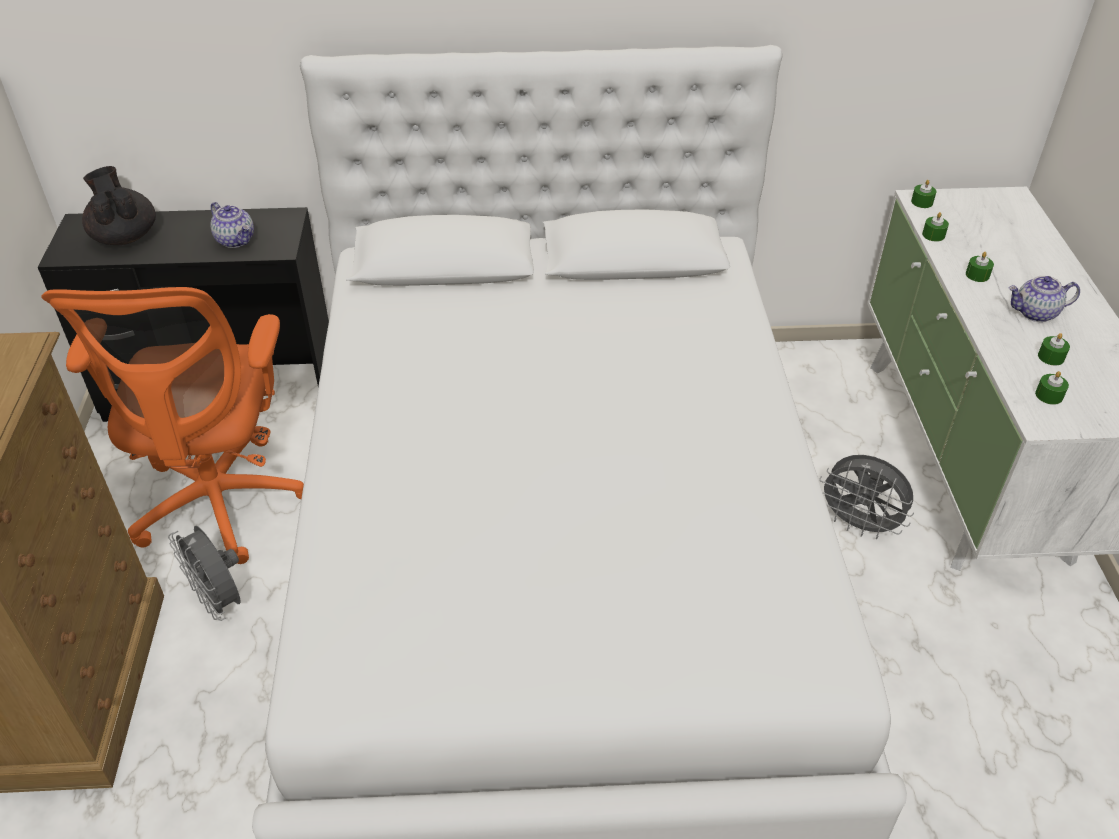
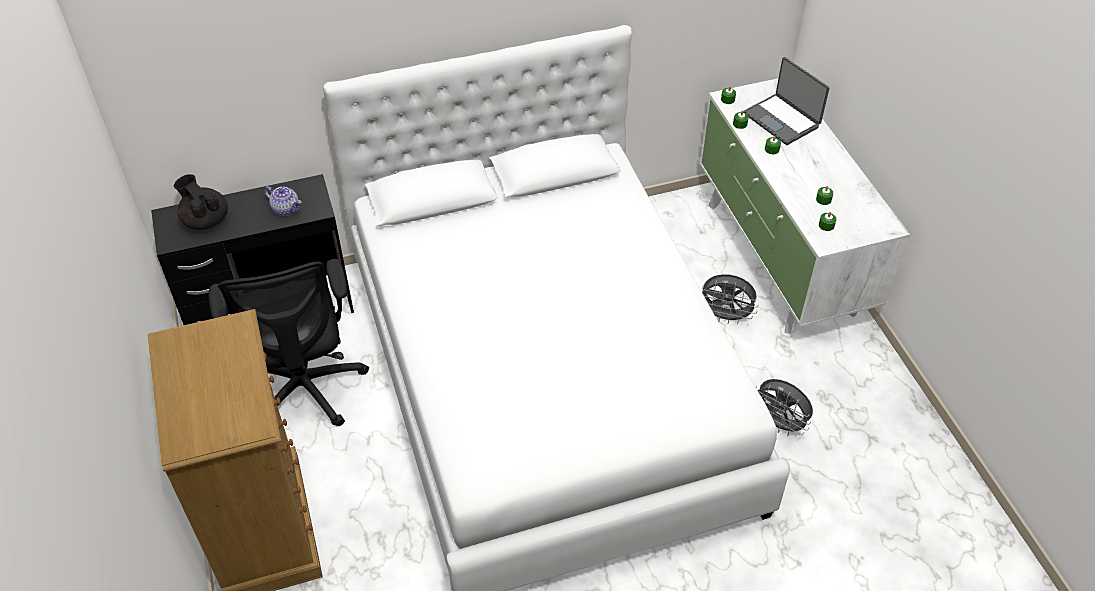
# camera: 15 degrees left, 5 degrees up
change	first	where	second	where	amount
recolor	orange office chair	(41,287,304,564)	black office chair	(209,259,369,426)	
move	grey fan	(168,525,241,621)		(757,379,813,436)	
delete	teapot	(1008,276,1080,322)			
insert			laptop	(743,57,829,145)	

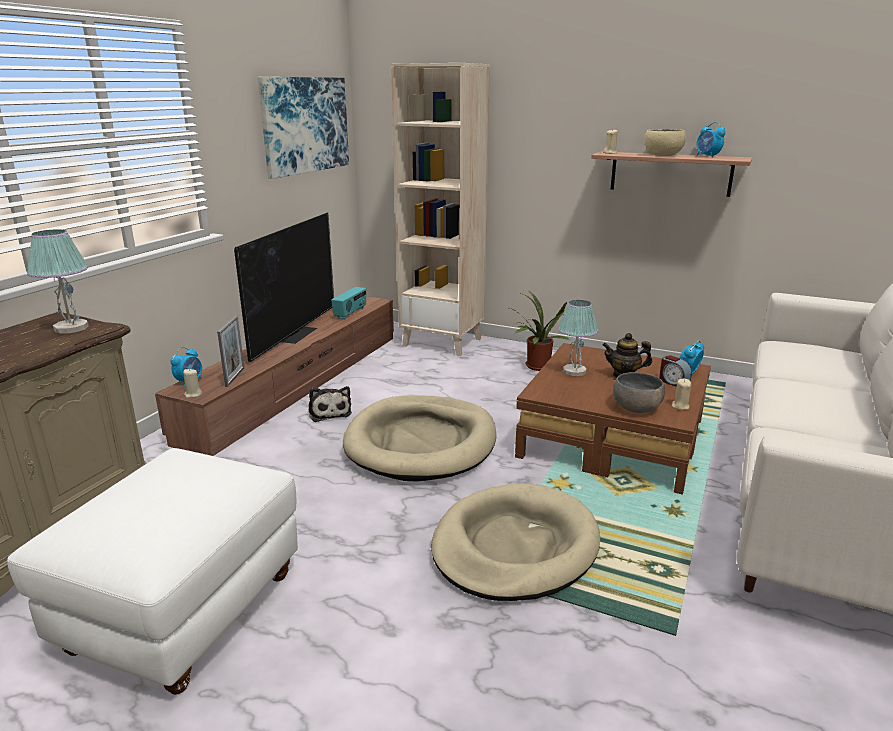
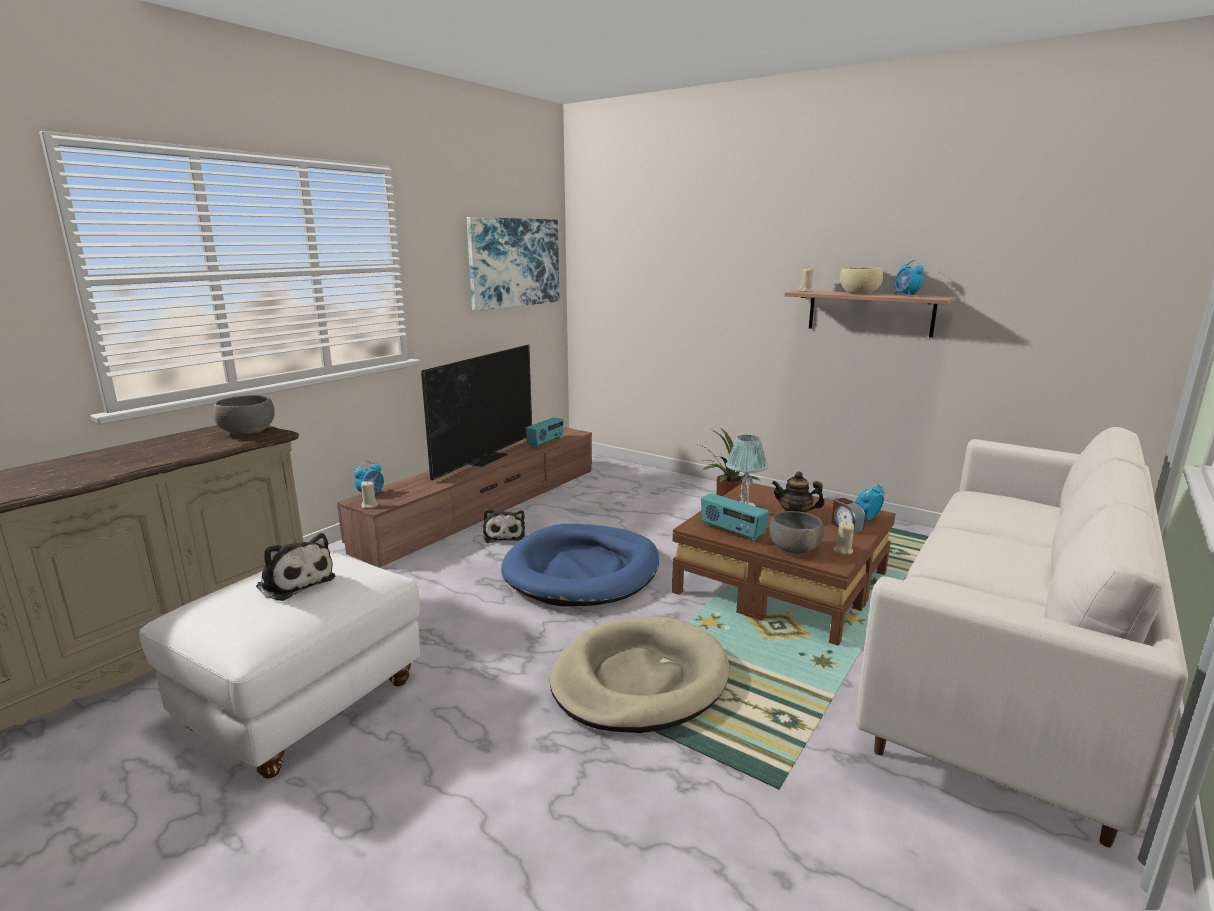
# camera: 10 degrees right, 5 degrees down
change	first	where	second	where	amount
replace	table lamp	(27,229,89,334)	grey bowl	(213,395,275,435)	
delete	picture frame	(217,316,244,387)			
recolor	beige dog bed	(343,395,496,481)	blue dog bed	(501,524,659,606)	
delete	beige bookcase	(391,63,490,356)			
insert			plush toy	(256,533,335,601)	
insert			radio	(701,493,769,542)	

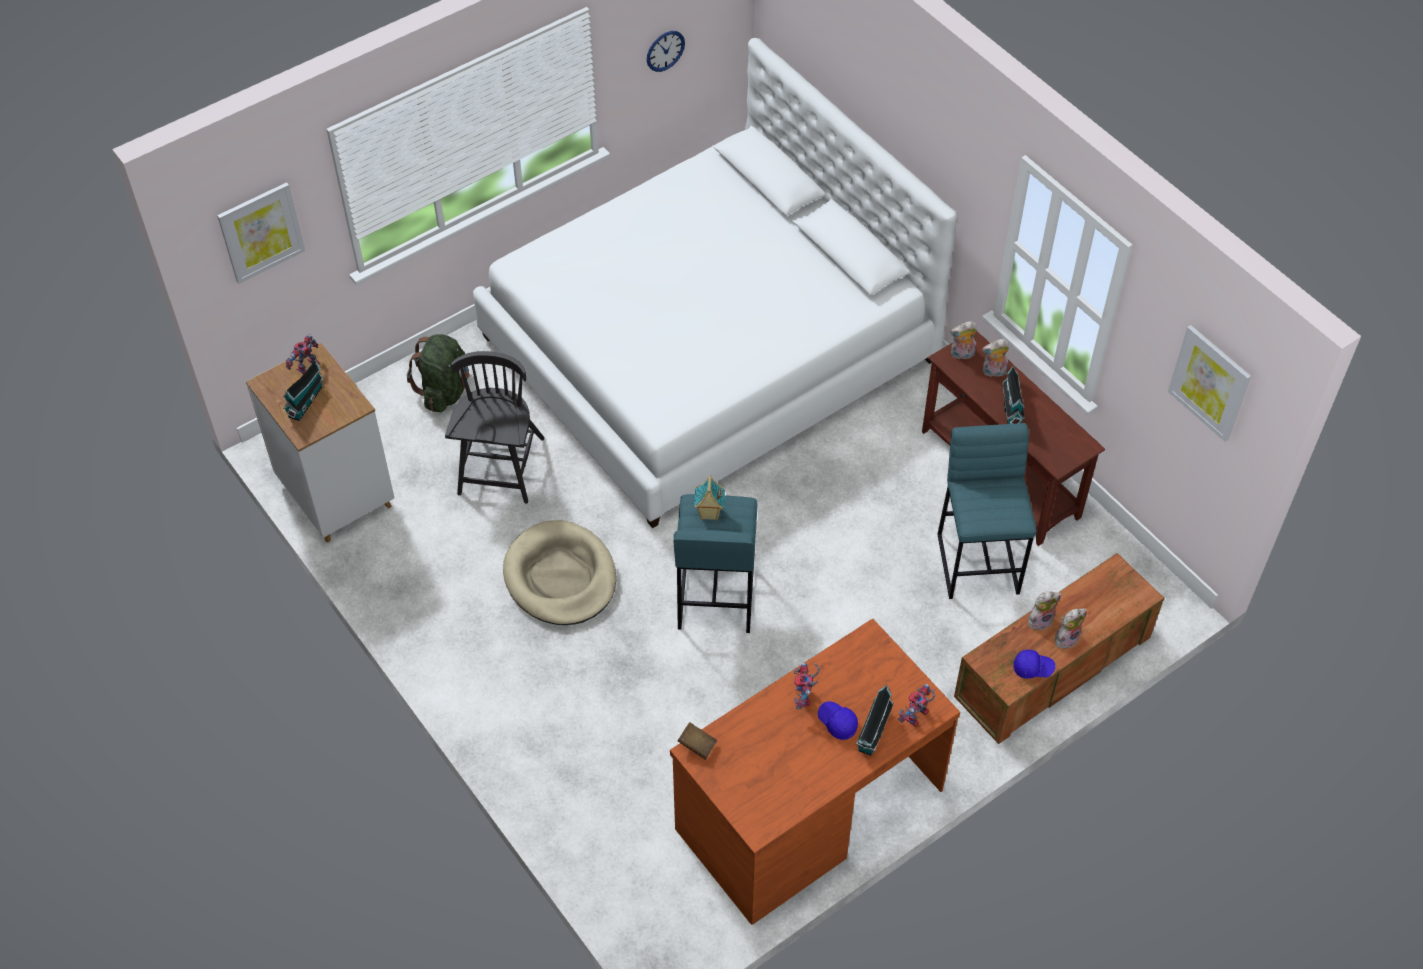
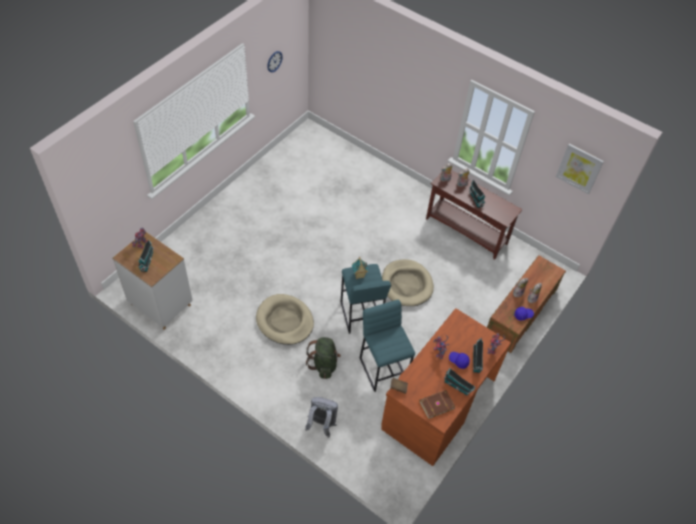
# camera: 20 degrees left, 0 degrees up
change	first	where	second	where	amount
delete	picture	(217,182,305,284)			
move	green backpack	(407,334,470,412)		(306,337,341,379)	
delete	black chair	(445,351,545,504)			
delete	white bed	(473,38,958,528)			
move	turquoise stool	(937,423,1037,599)		(360,300,415,392)	
insert			grey backpack	(305,397,338,438)	
insert			beige dog bed	(382,259,434,306)	
insert			brown book	(419,390,455,419)	
insert			toy house	(444,368,476,396)	

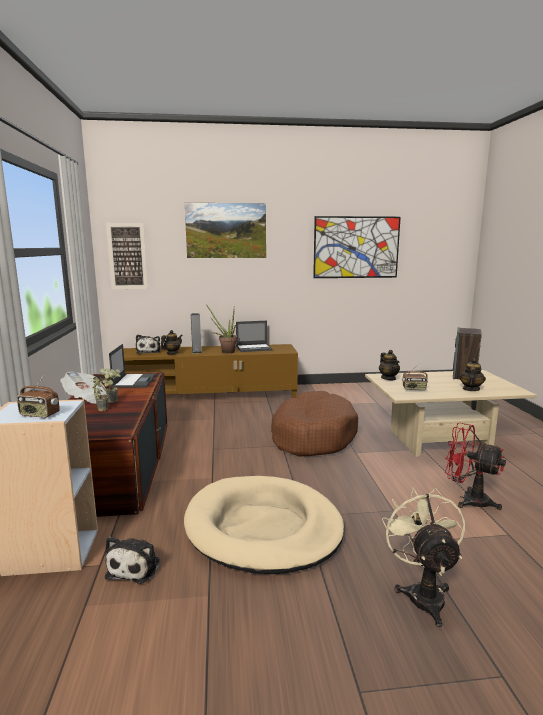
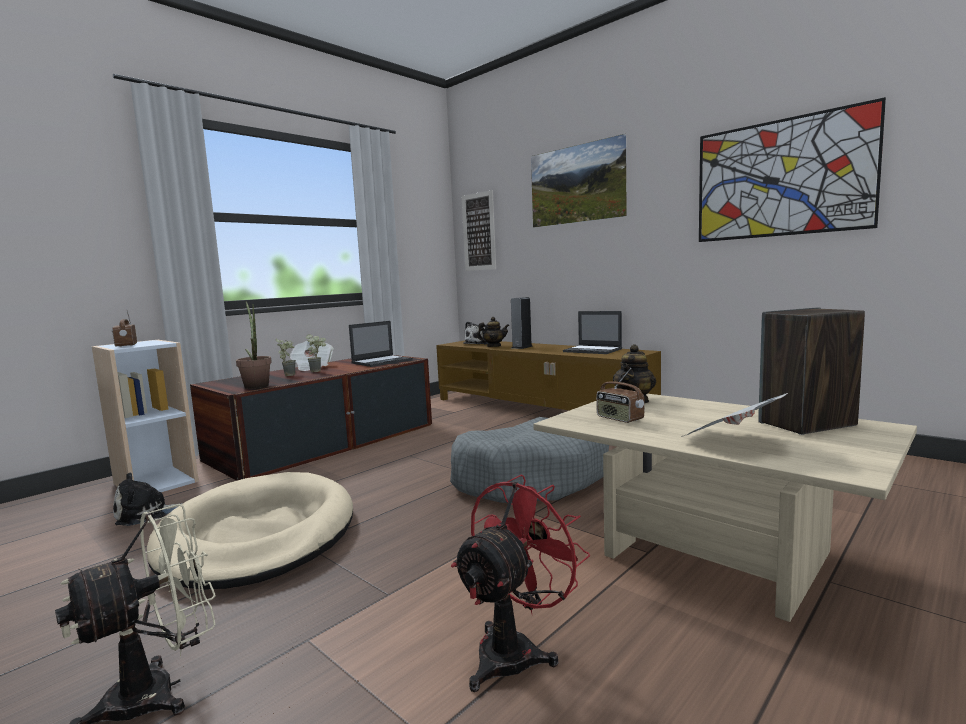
# camera: 50 degrees right, 5 degrees down
change	first	where	second	where	amount
move	potted plant	(206,304,237,353)		(236,301,272,389)	
recolor	brown dog bed	(271,391,358,456)	grey dog bed	(450,413,609,503)	
rotate	red fan	(445,423,506,510)		(451,475,590,692)	45 degrees clockwise
replace	teapot	(459,358,486,391)	newspaper	(681,393,788,437)	

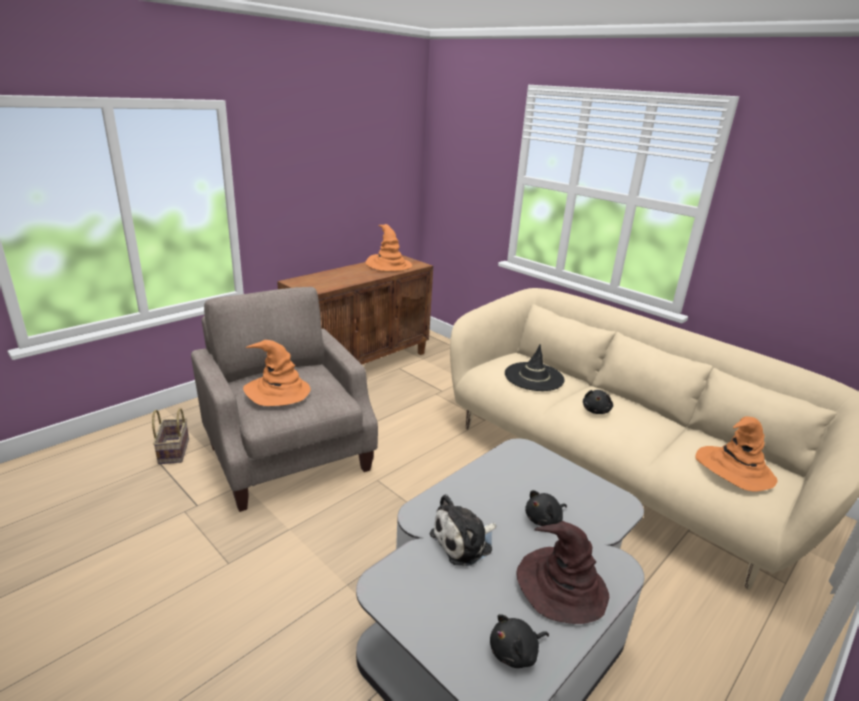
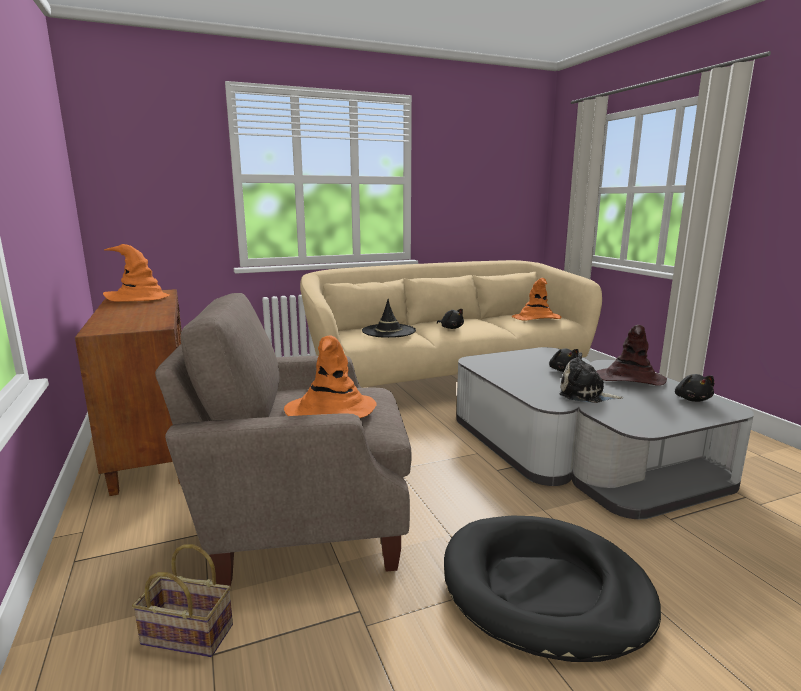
# camera: 65 degrees left, 10 degrees down
change	first	where	second	where	amount
rotate	plush toy	(430,494,496,566)		(560,352,623,403)	120 degrees clockwise
insert			black dog bed	(444,516,661,662)	

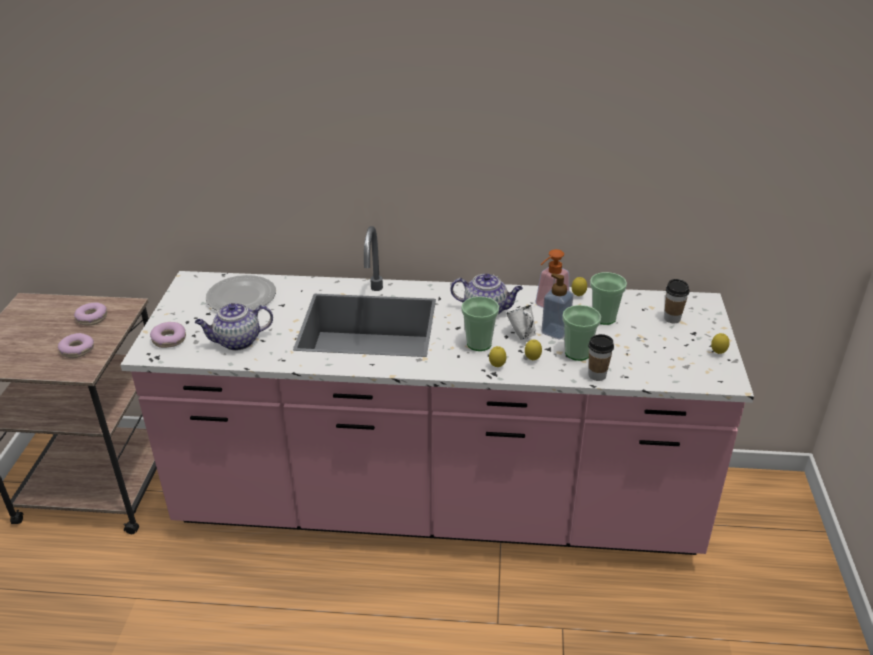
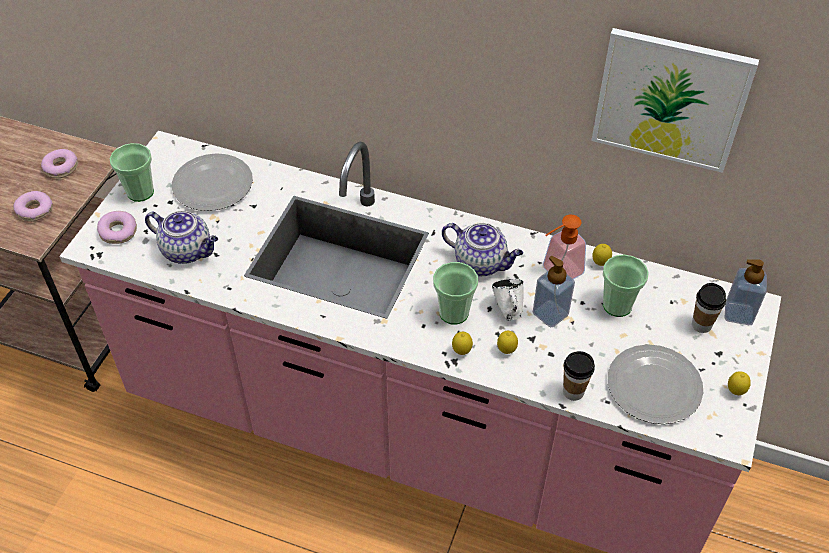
# camera: 15 degrees right, 15 degrees up
change	first	where	second	where	amount
rotate	teapot	(195,303,273,351)		(145,211,218,264)	150 degrees counterclockwise
move	cup	(562,305,601,361)		(110,143,154,202)	
insert			picture	(591,28,759,173)	
insert			plate	(608,344,704,424)	
insert			soap dispenser	(725,259,767,325)	

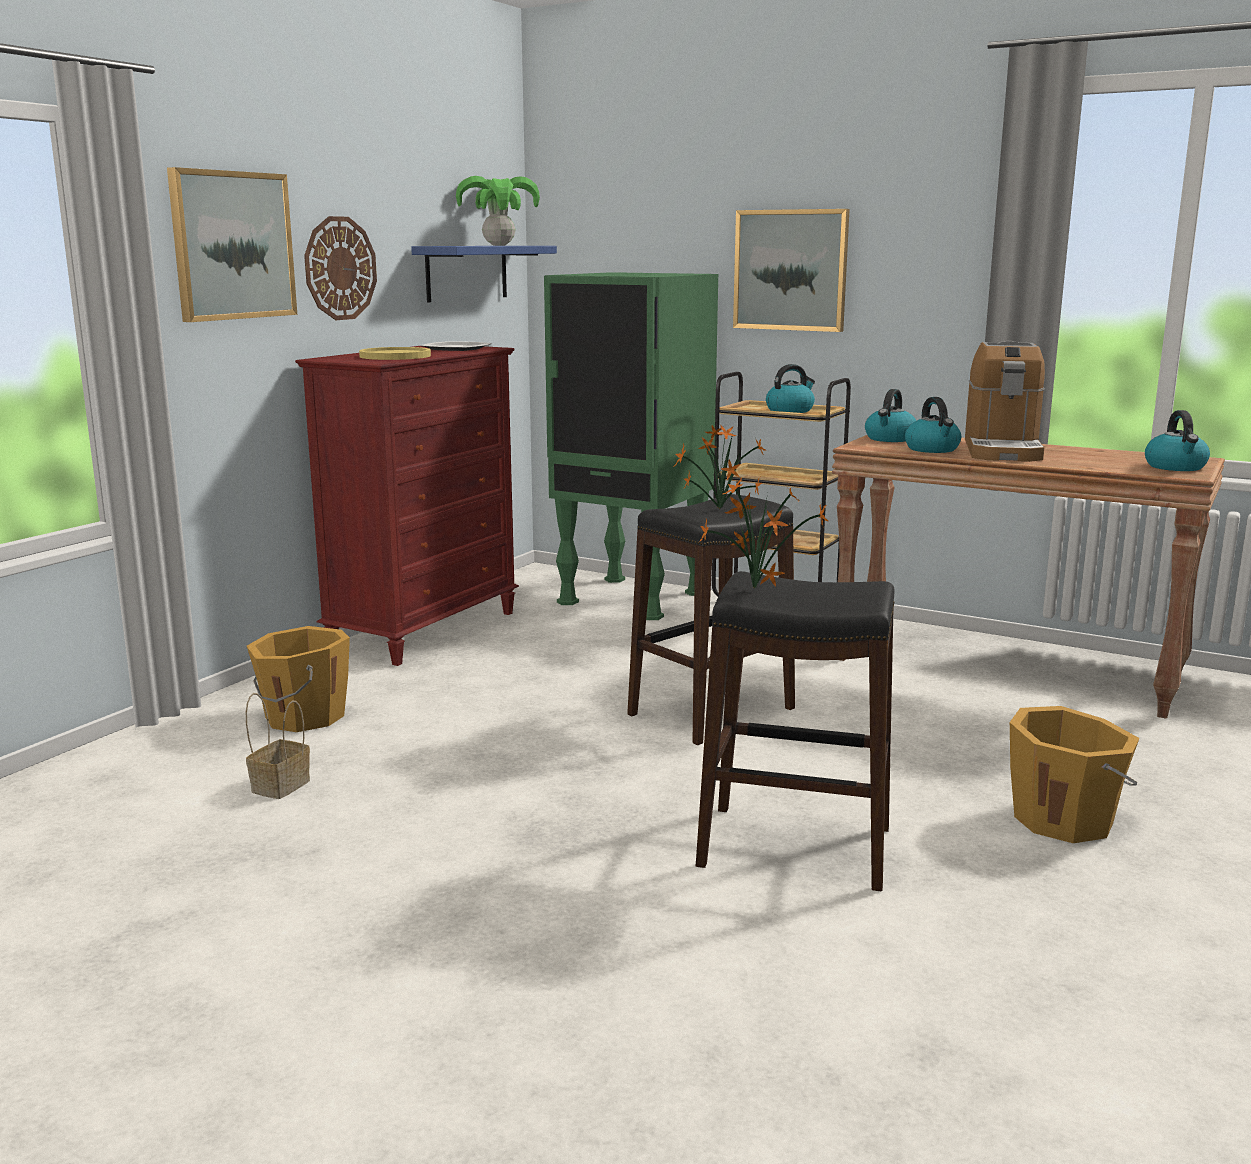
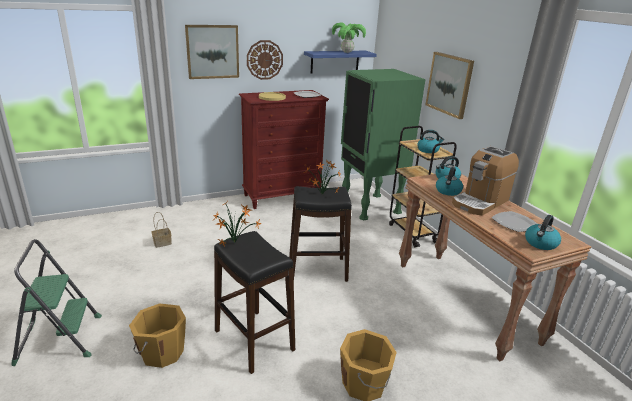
# camera: 35 degrees right, 10 degrees up
change	first	where	second	where	amount
move	orange bucket	(247,626,350,732)		(129,303,186,368)	
insert			green step ladder	(11,239,102,366)	
insert			plate	(492,211,537,232)	

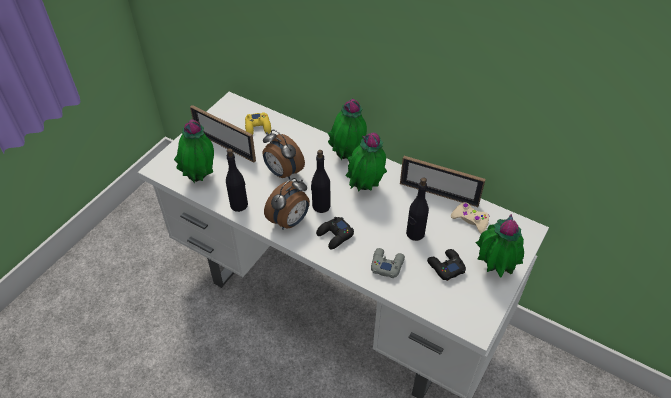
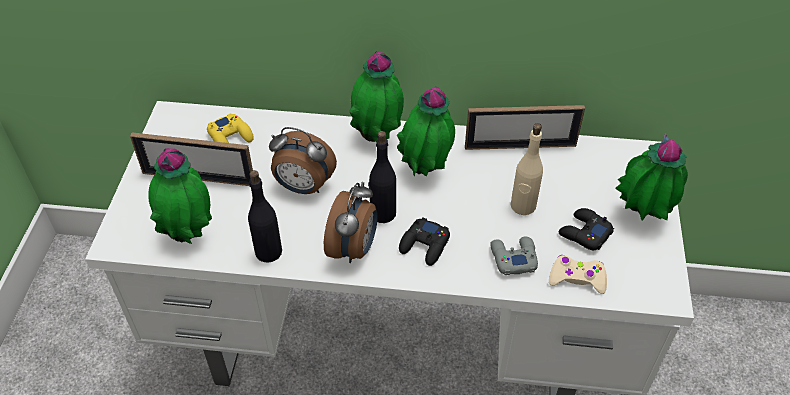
# camera: 25 degrees left, 0 degrees up
change	first	where	second	where	amount
recolor	black bottle	(406,177,429,241)	beige bottle	(511,123,543,215)	
move	beige game controller	(451,202,490,234)		(549,255,607,294)	

